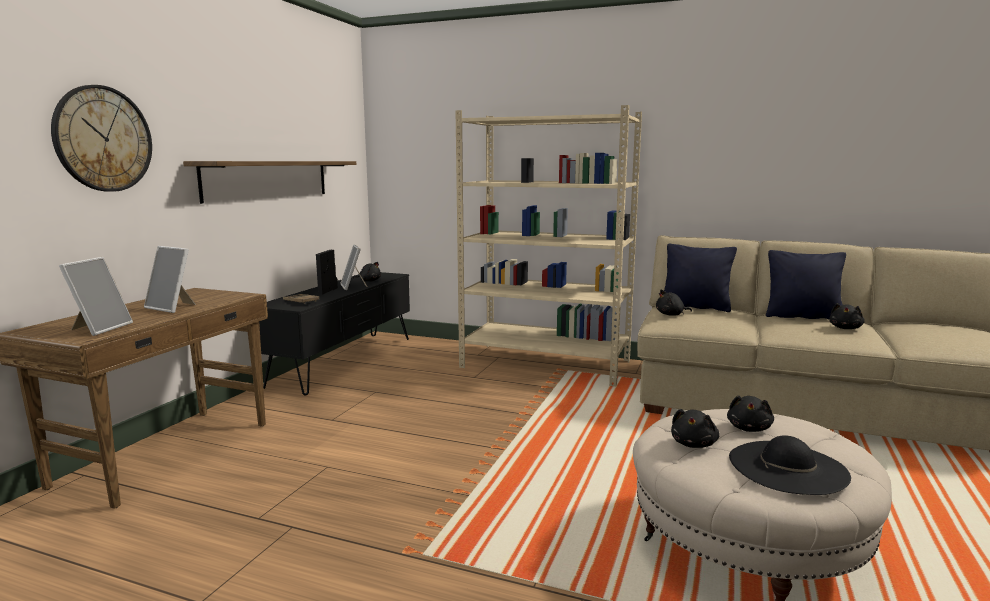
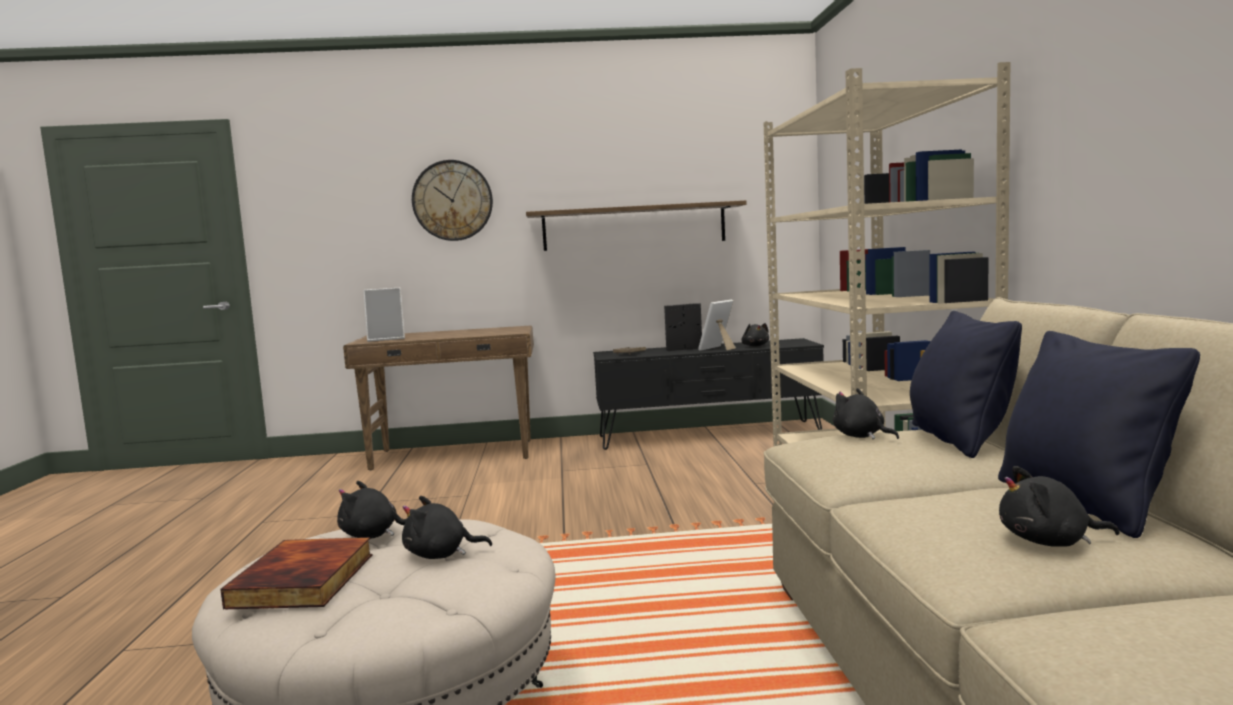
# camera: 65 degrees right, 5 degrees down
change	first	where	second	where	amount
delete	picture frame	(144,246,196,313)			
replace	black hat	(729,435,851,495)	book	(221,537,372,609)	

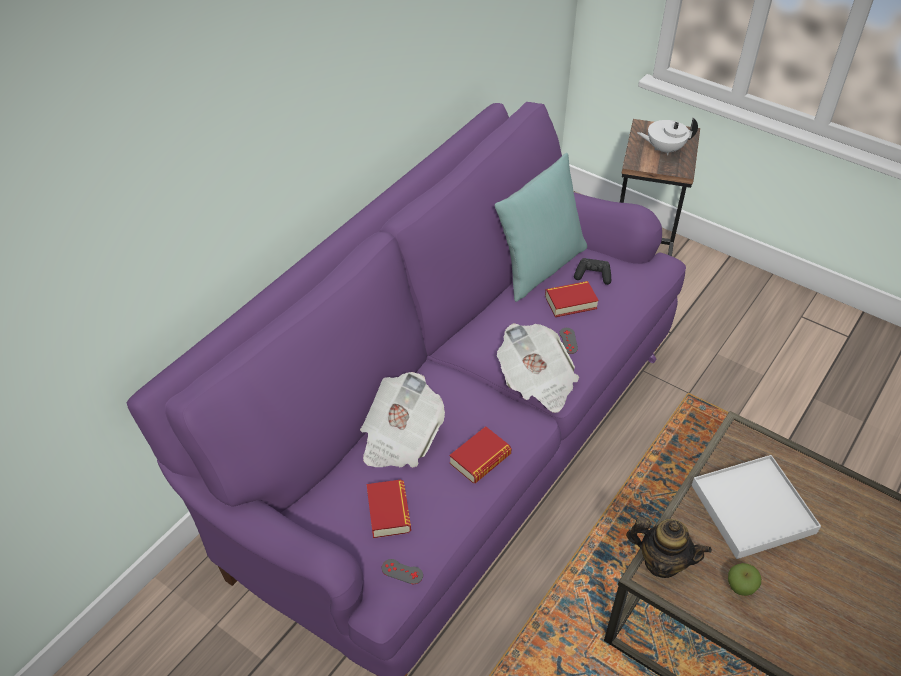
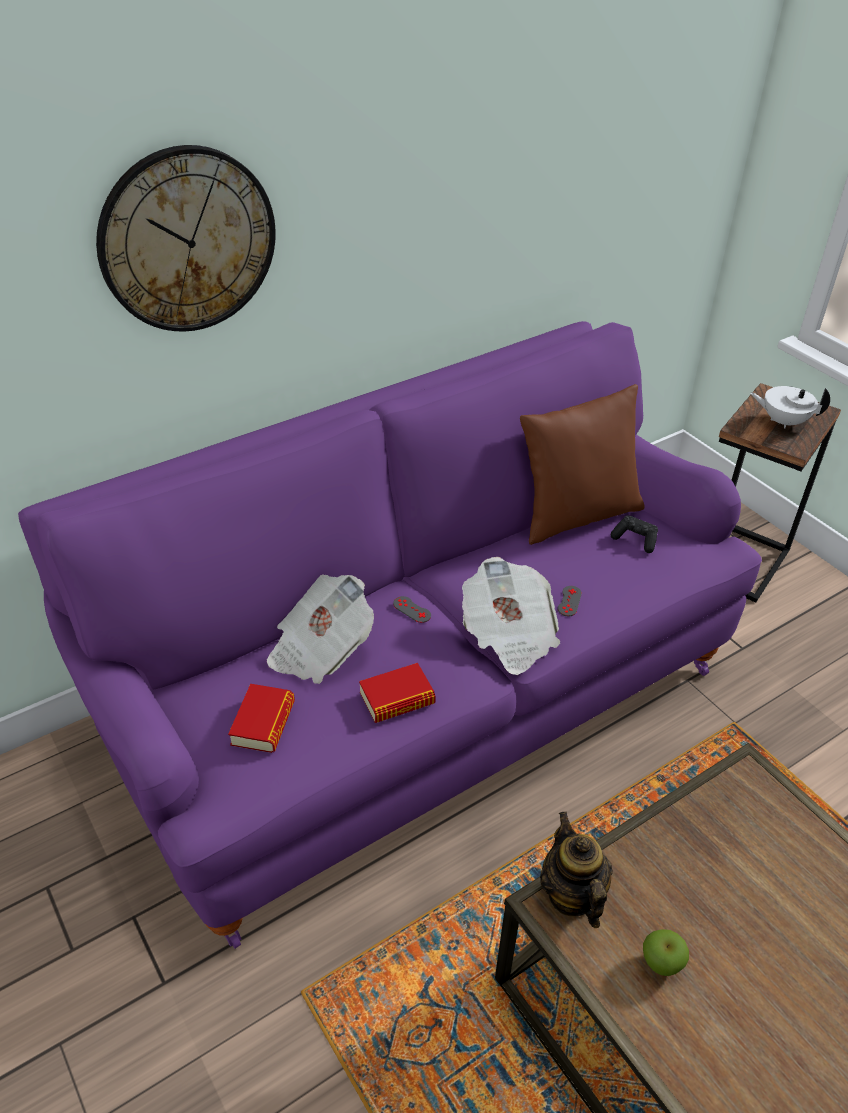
# camera: 20 degrees right, 5 degrees down
change	first	where	second	where	amount
move	grey game controller	(382,559,423,584)		(393,596,431,623)	
recolor	turquoise pillow	(495,153,587,302)	brown pillow	(520,384,644,545)	
delete	book	(545,281,599,317)			
rotate	teapot	(626,517,712,578)		(540,812,613,928)	150 degrees counterclockwise
delete	white tray	(692,455,821,559)			
insert			wall clock	(96,145,276,332)	

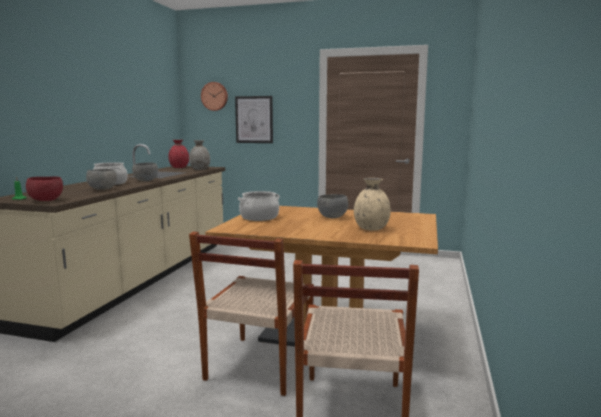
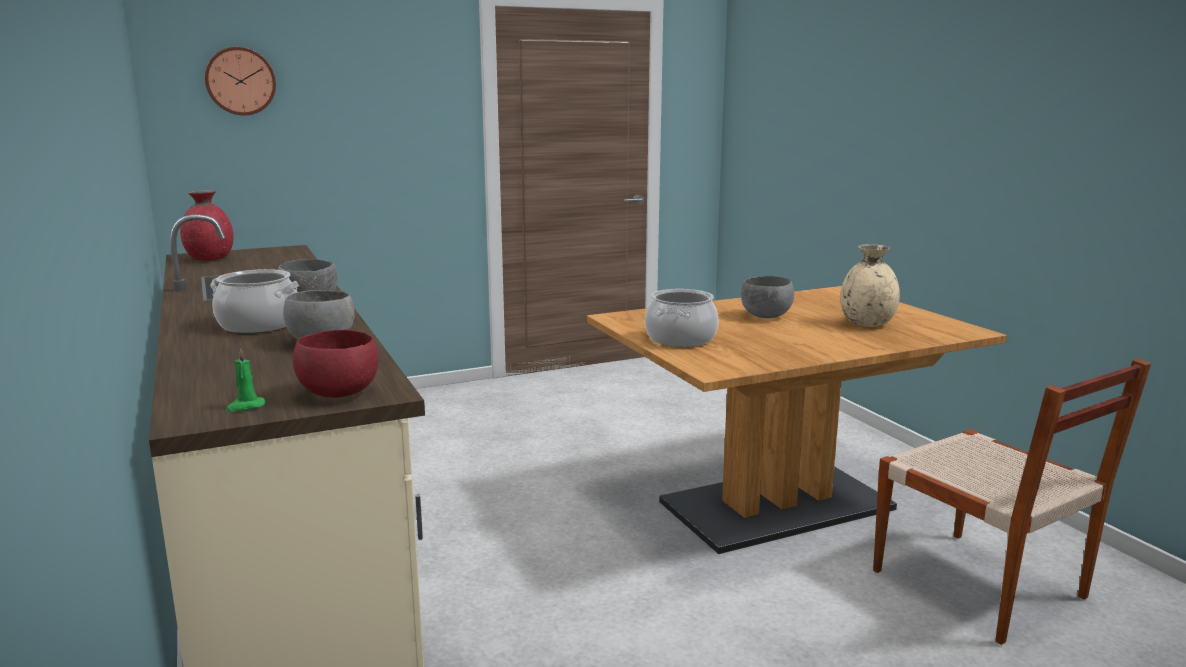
# camera: 40 degrees left, 5 degrees up
change	first	where	second	where	amount
delete	grey vase	(189,140,210,170)			
delete	chair	(189,232,314,396)			
delete	picture	(235,96,273,143)			

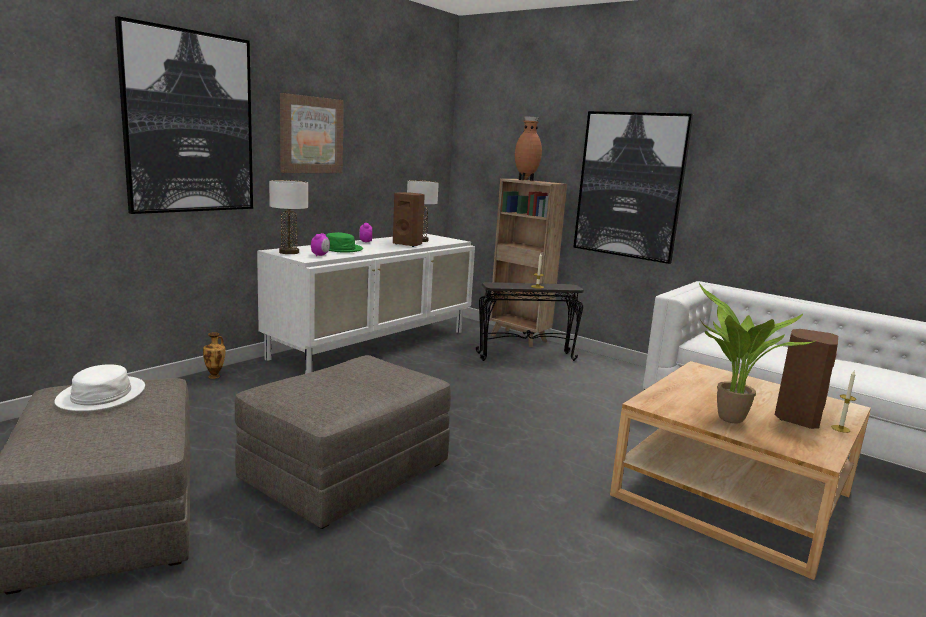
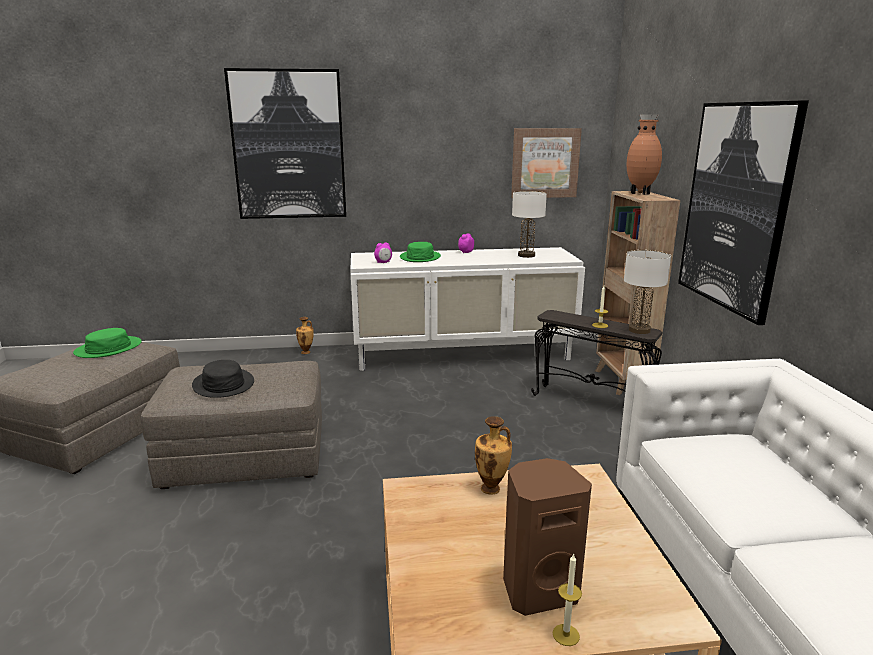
# camera: 45 degrees right, 5 degrees up
change	first	where	second	where	amount
recolor	white hat	(54,364,145,411)	green hat	(73,328,142,358)	
move	table lamp	(269,180,308,254)		(624,250,671,334)	
move	picture	(280,93,344,173)		(511,128,582,198)	
delete	brown speaker	(393,192,425,247)			
delete	potted plant	(699,283,815,423)			
insert			black hat	(192,360,254,398)	
insert			vase	(475,416,512,495)	

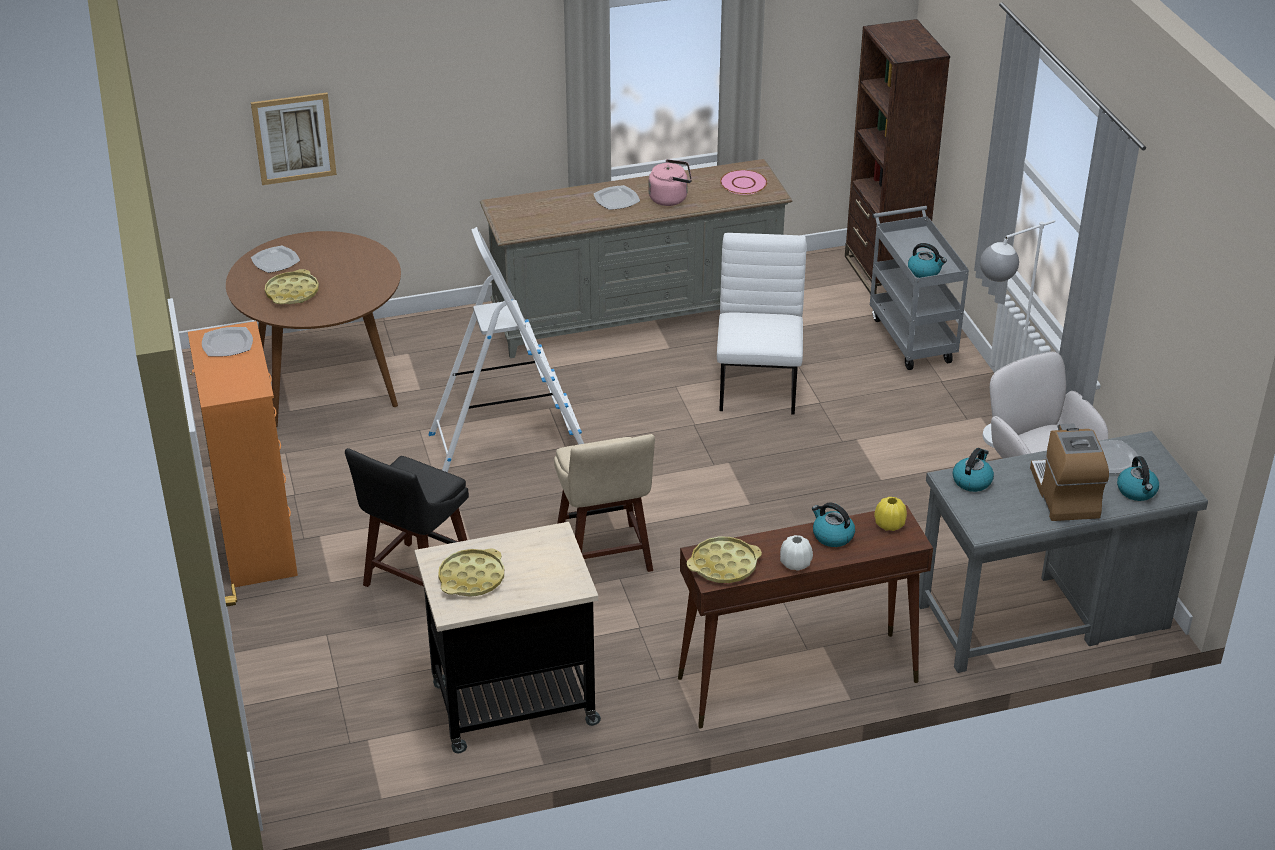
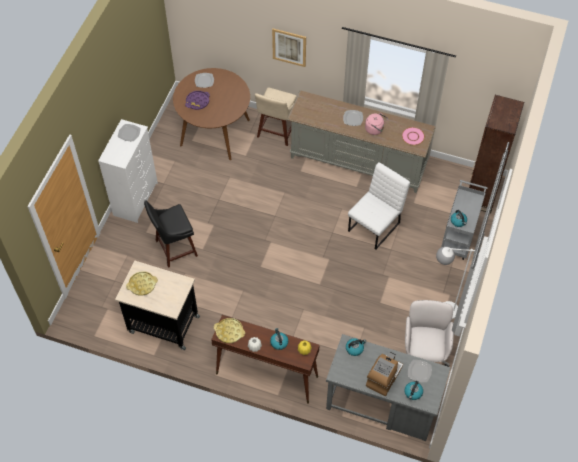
# camera: 35 degrees right, 20 degrees up
change	first	where	second	where	amount
recolor	orange dresser	(188,321,298,587)	white dresser	(98,119,158,223)	
move	picture	(251,93,337,185)		(272,29,306,67)	
recolor	yellow tray	(265,269,319,304)	purple tray	(185,91,210,110)	
delete	white step ladder	(428,227,584,472)			
move	beige chair	(554,434,655,572)		(255,87,297,146)	

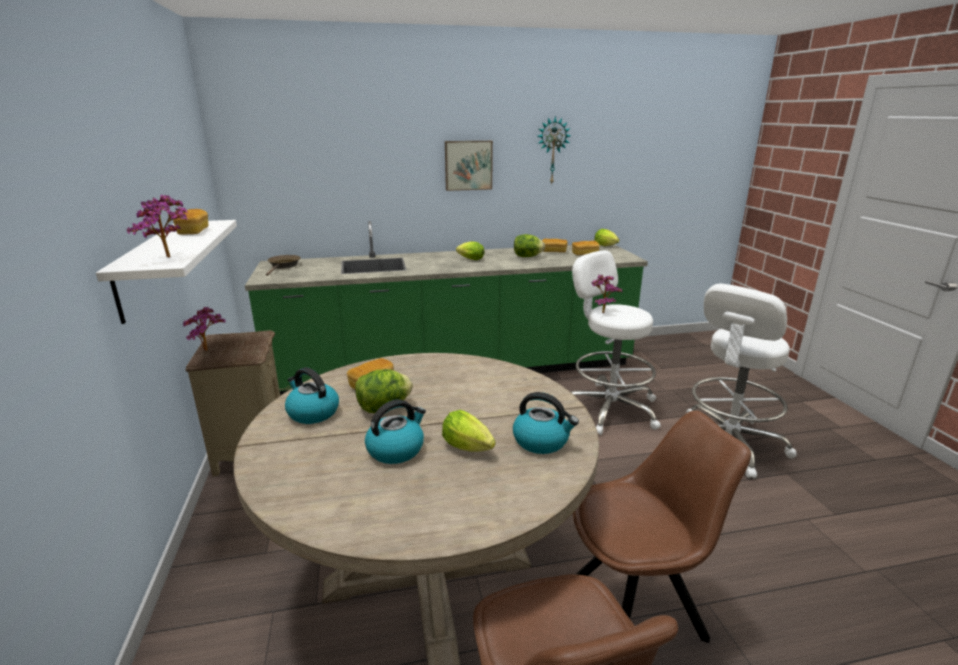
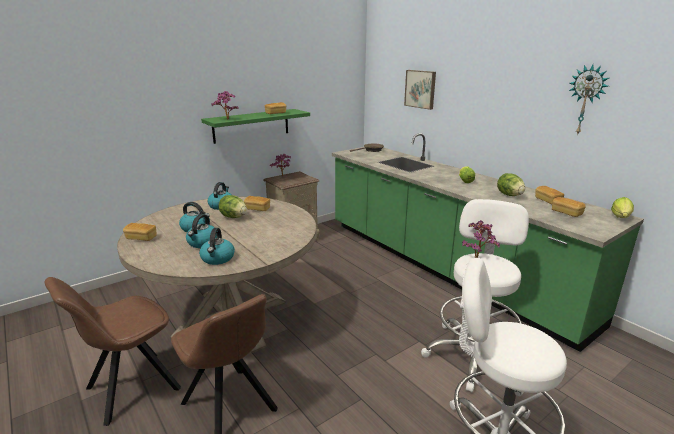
# camera: 65 degrees right, 0 degrees up
change	first	where	second	where	amount
recolor	white shelf	(96,220,237,324)	green shelf	(201,109,310,144)	
replace	lettuce	(442,410,496,452)	kettle	(186,214,217,248)	
move	picture	(445,141,493,191)		(404,70,436,110)	
insert			bread	(123,223,157,241)	

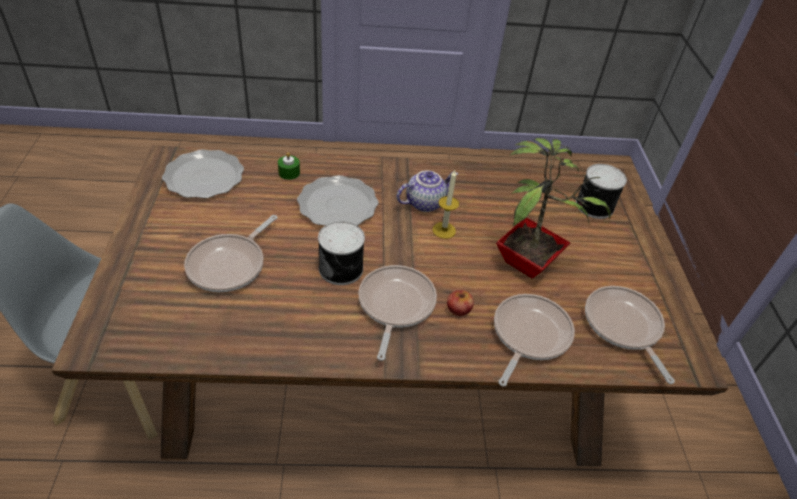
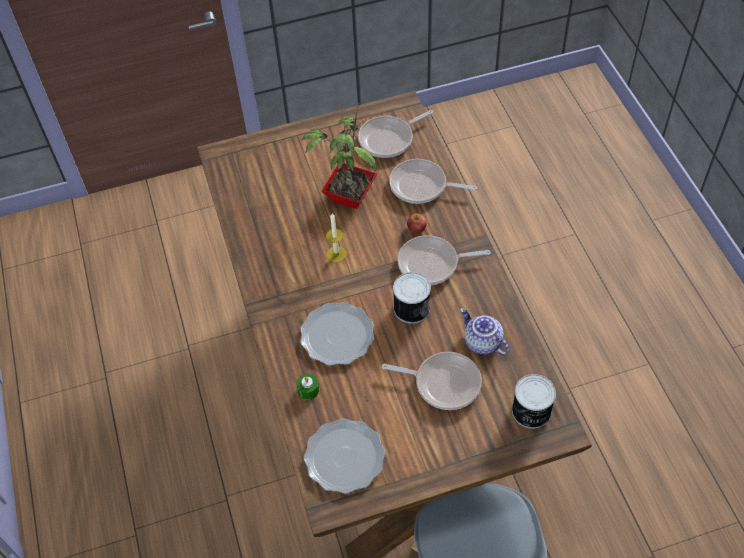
# camera: 100 degrees left, 10 degrees up
change	first	where	second	where	amount
move	teapot	(397,170,458,212)		(460,308,509,356)	
move	can	(576,164,627,219)		(512,374,556,429)	

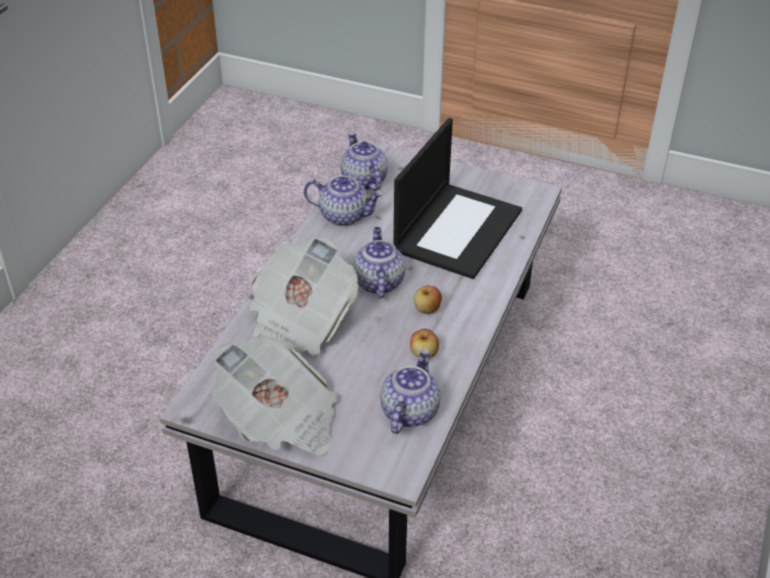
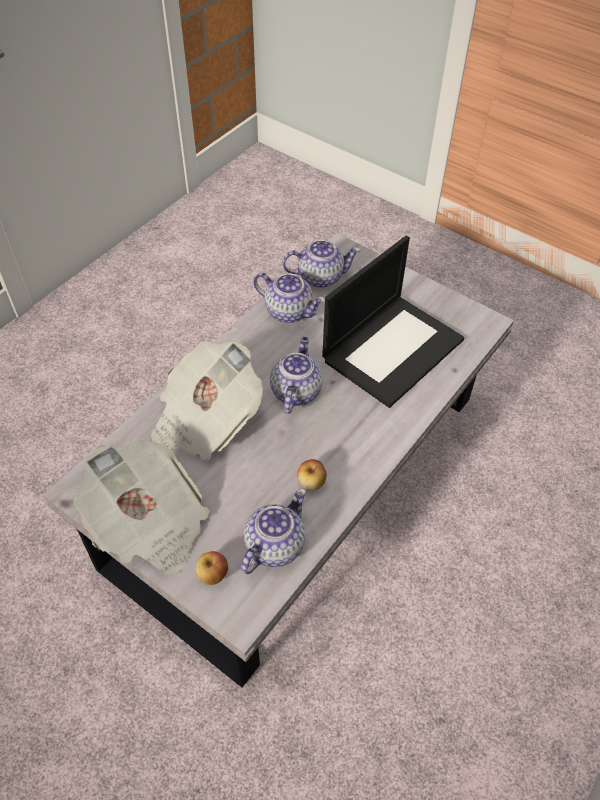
# camera: 15 degrees right, 10 degrees up
change	first	where	second	where	amount
rotate	teapot	(341,132,388,191)		(283,240,360,288)	90 degrees clockwise
move	apple	(414,285,442,314)		(195,551,228,585)	

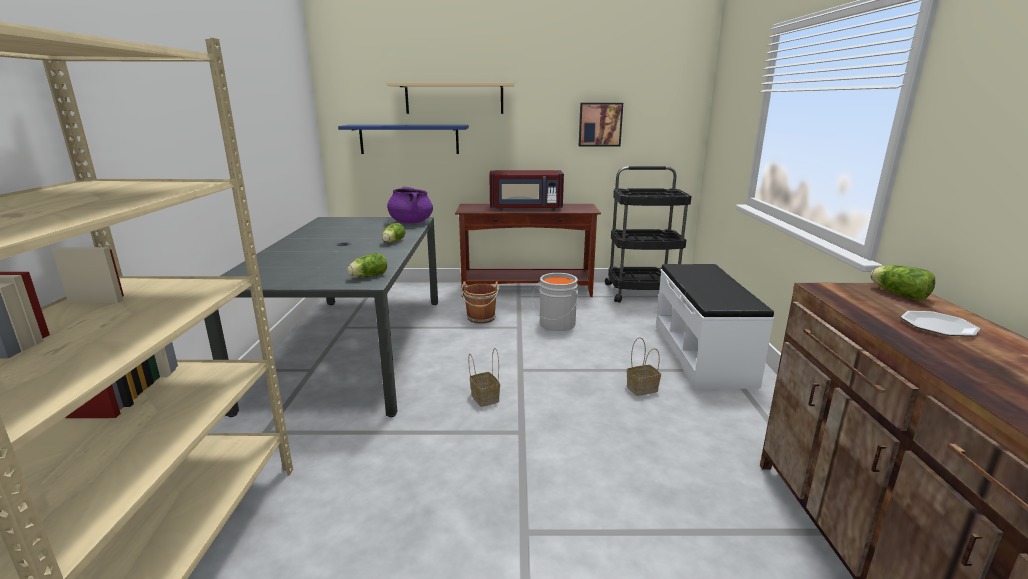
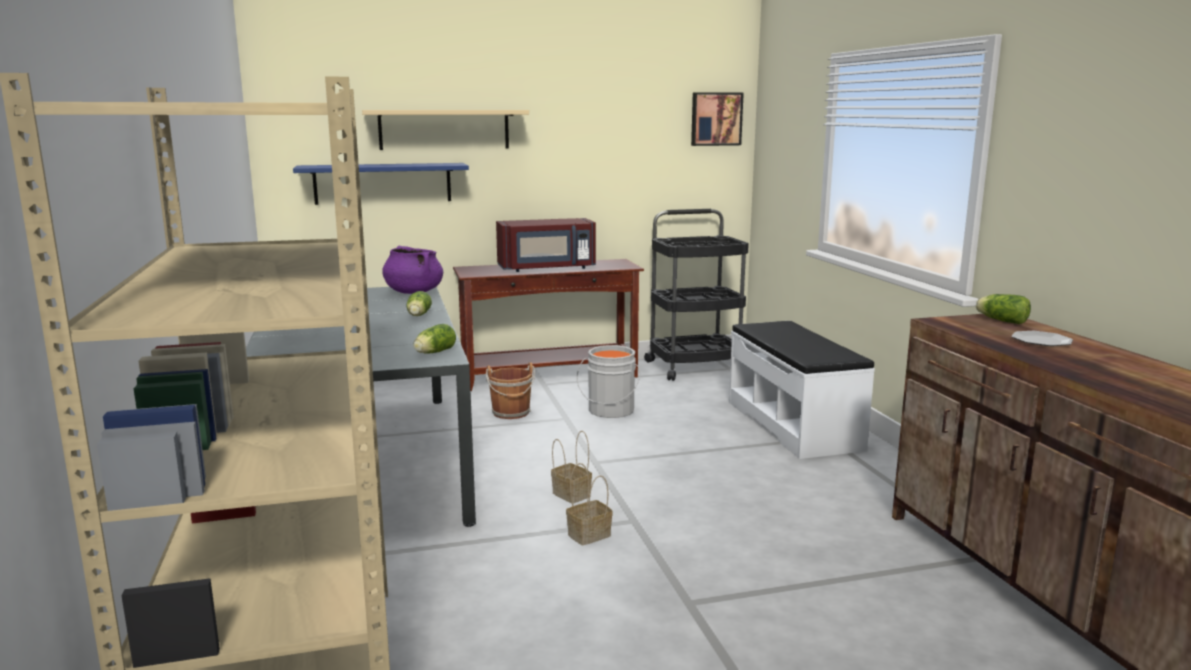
# camera: 15 degrees left, 5 degrees down
change	first	where	second	where	amount
move	picture	(579,103,623,146)		(691,92,744,146)	
move	basket	(627,337,661,396)		(566,463,613,545)	

